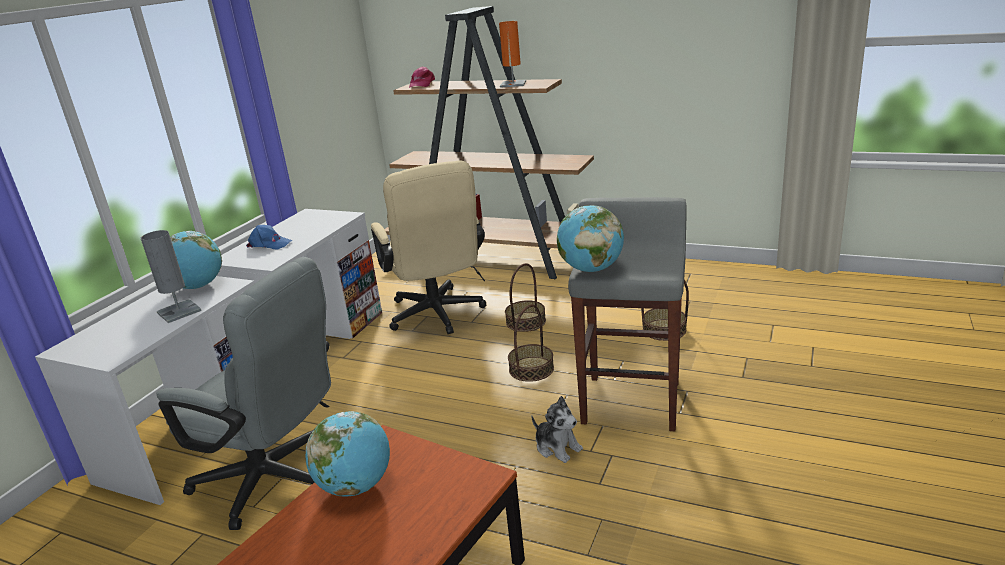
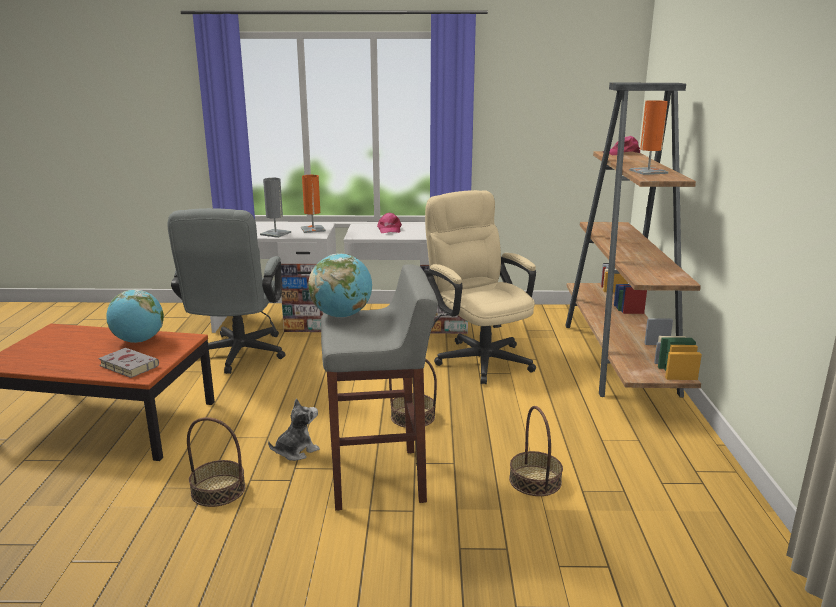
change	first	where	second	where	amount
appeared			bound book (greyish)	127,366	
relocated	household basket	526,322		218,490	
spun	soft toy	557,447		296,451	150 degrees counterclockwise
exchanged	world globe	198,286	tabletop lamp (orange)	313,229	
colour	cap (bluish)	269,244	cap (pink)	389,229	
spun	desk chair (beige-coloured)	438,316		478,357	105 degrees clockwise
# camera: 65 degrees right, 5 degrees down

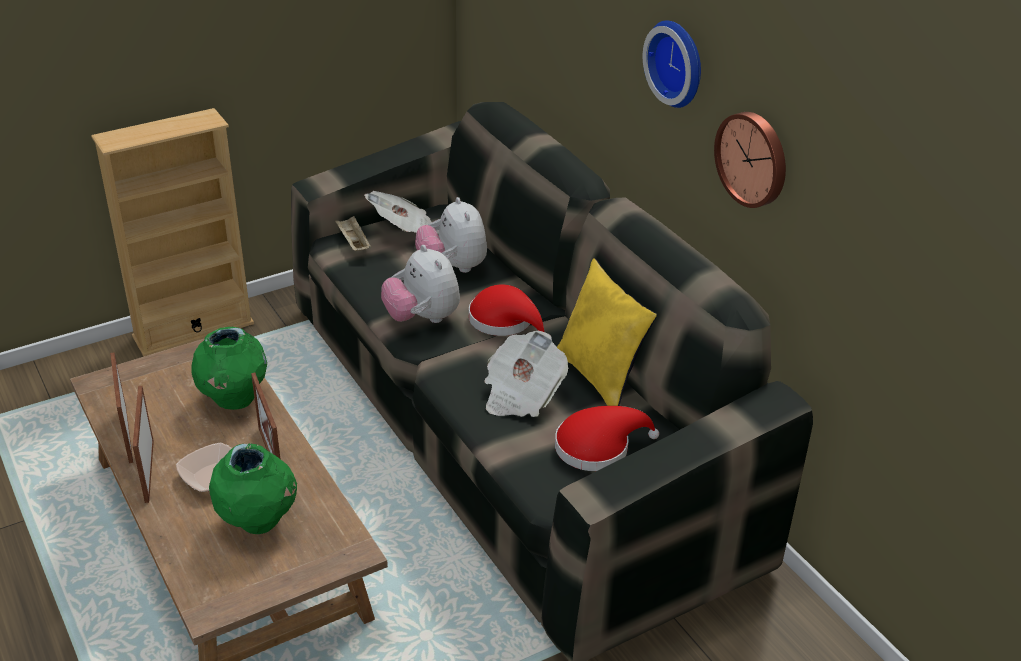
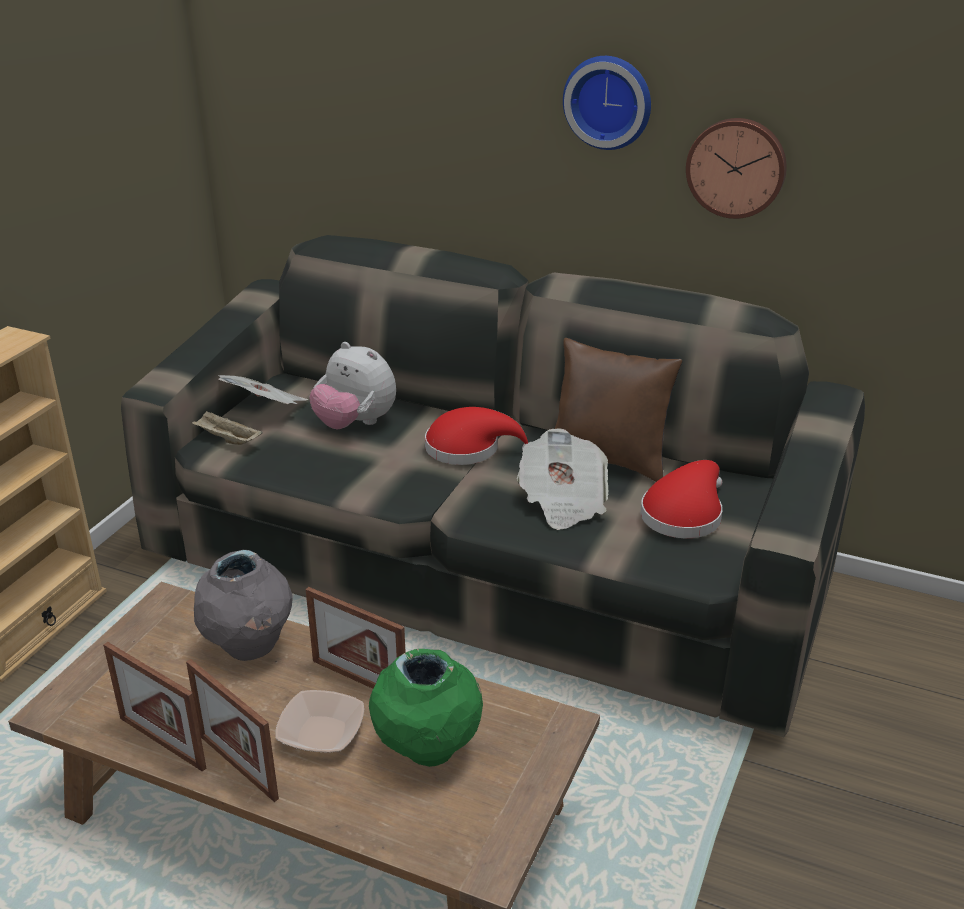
change	first	where	second	where	amount
colour	decorative vase (greenish)	234,400	decorative vase (greyish)	249,647	
colour	pillow (yellowish)	600,378	pillow (brown)	609,460	
missing	soft toy	422,318			
# camera: 35 degrees left, 5 degrees down

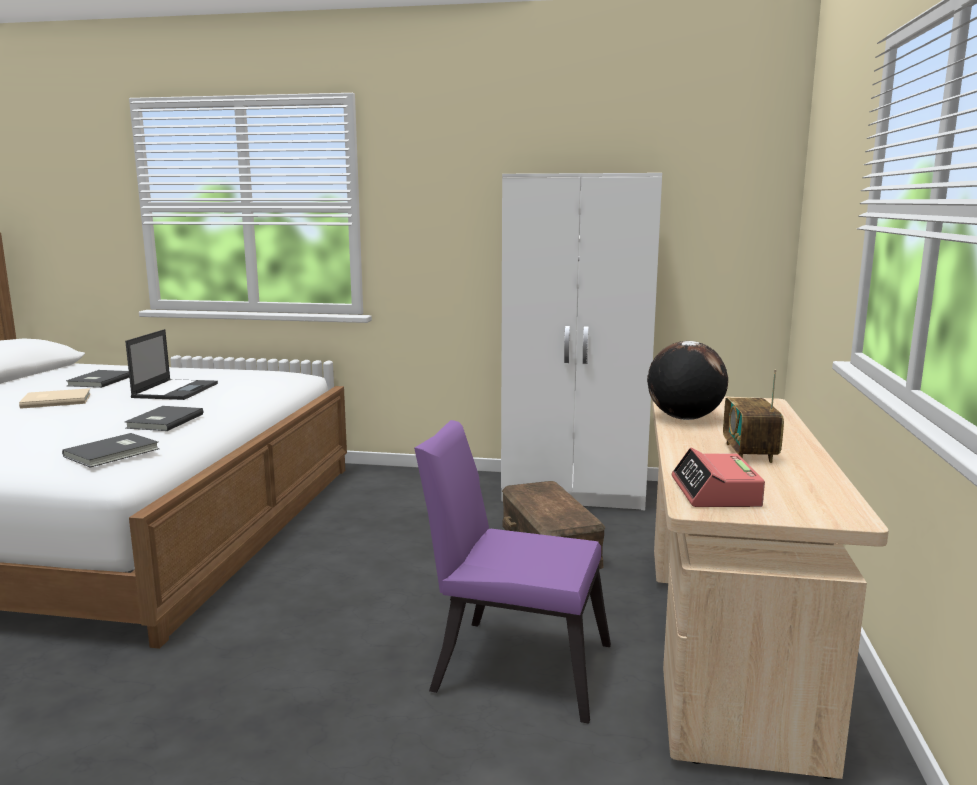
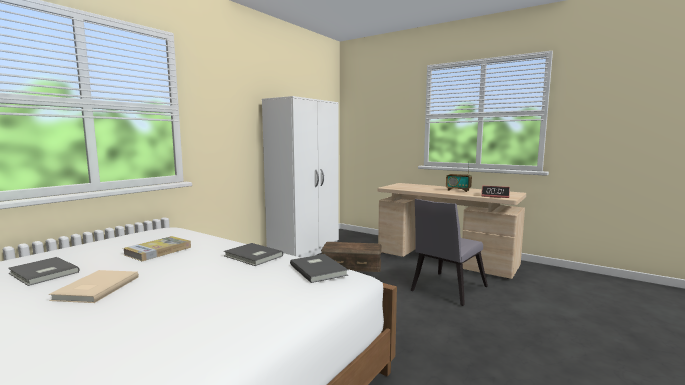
change	first	where	second	where	amount
exchanged	notebook computer	176,390	bound book	158,251	
colour	chair (purple-coloured)	512,664	chair (greyish)	446,290	
missing	world globe	684,418			
# camera: 65 degrees left, 5 degrees down

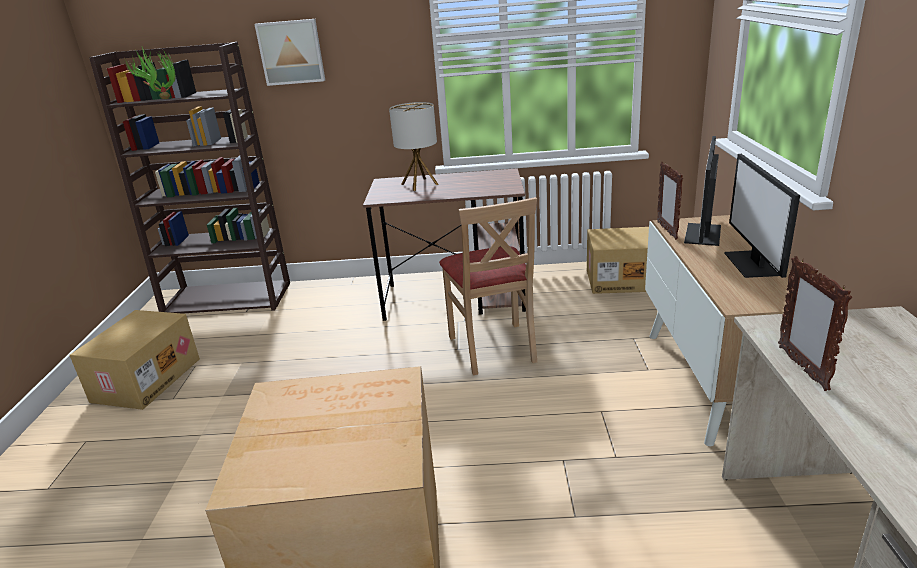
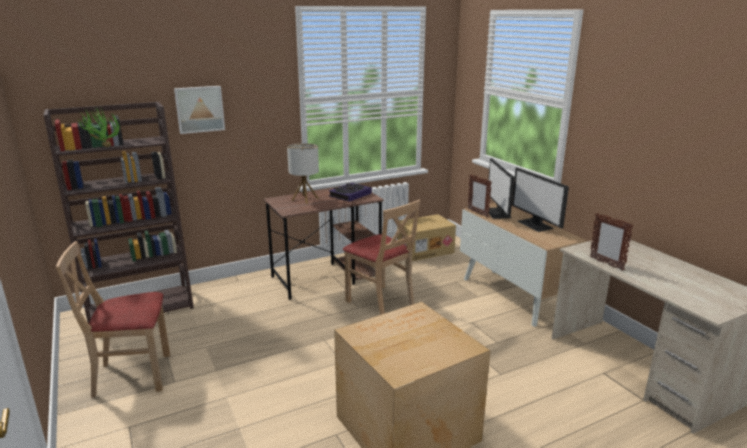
change	first	where	second	where	amount
exchanged	cardboard box	146,379	chair (beige-coloured)	132,375	
appeared			bound book	350,195	
# camera: 30 degrees left, 5 degrees down

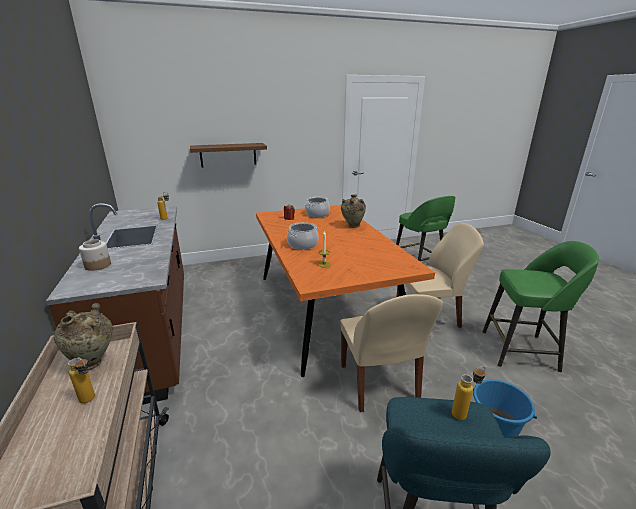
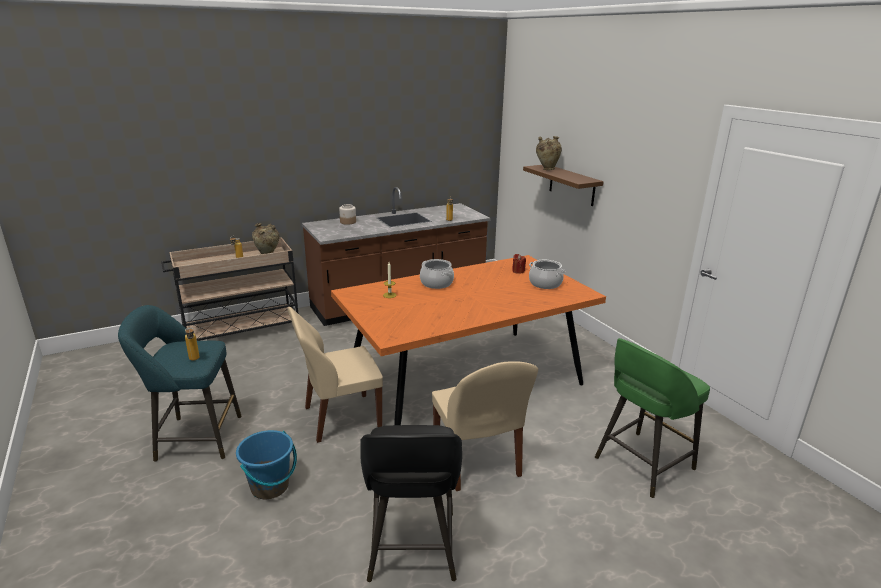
change	first	where	second	where	amount
colour	sitting stool (greenish)	521,351	sitting stool (blackish)	412,548	
relocated	decorative vase (beige-coloured)	352,226		547,169	
# camera: 80 degrees right, 0 degrees up

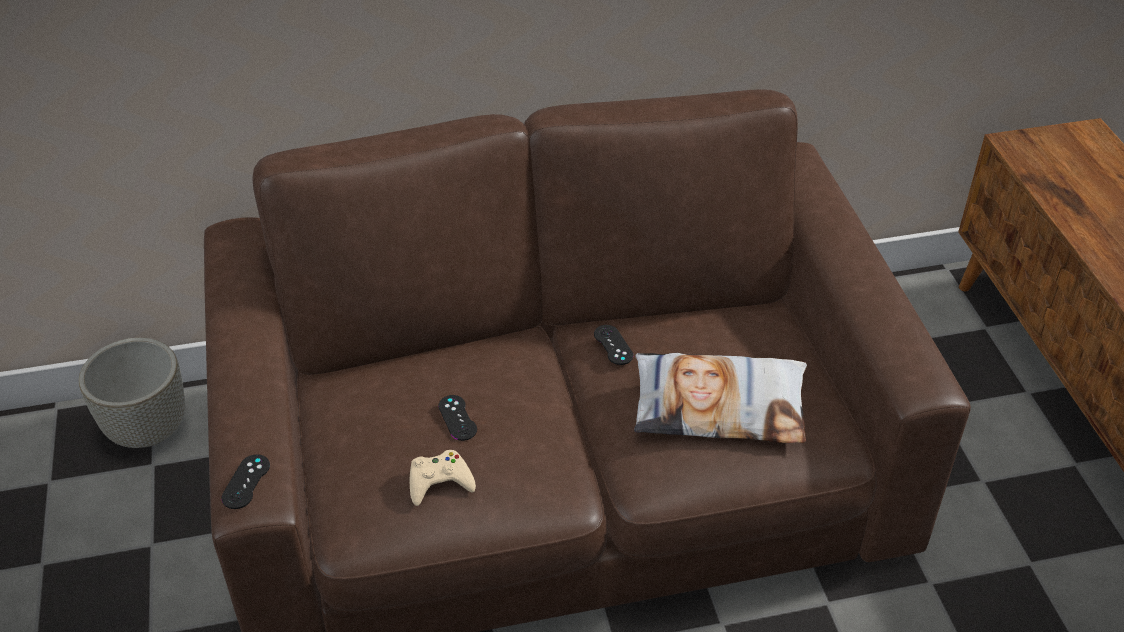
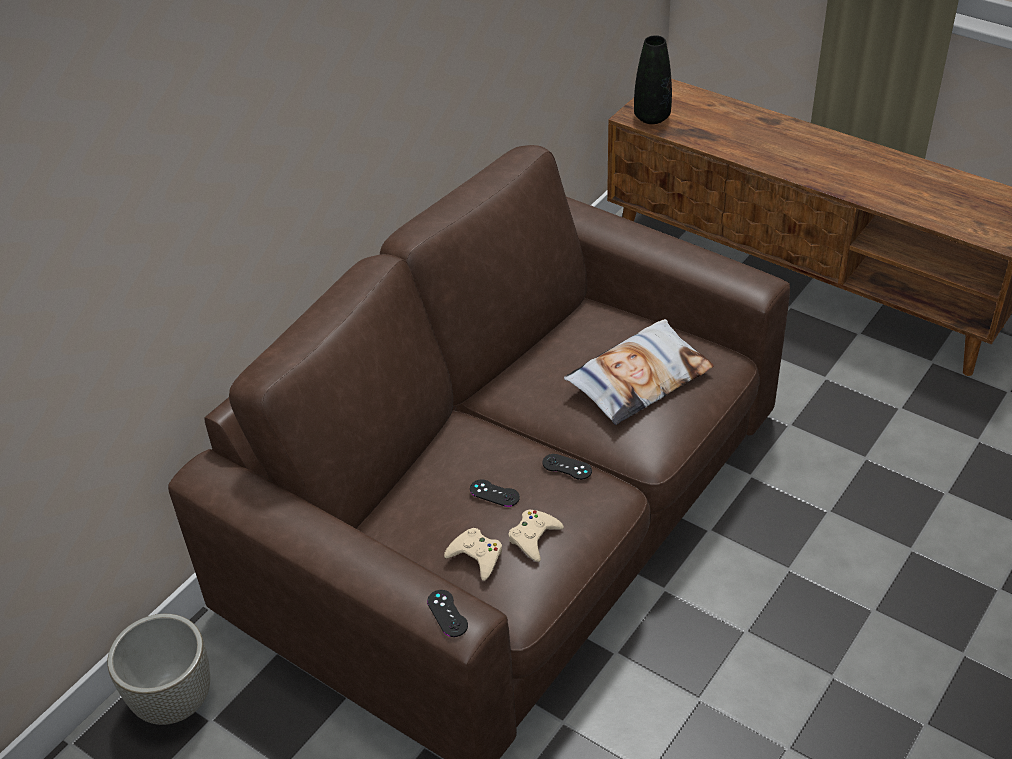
change	first	where	second	where	amount
appeared			gamepad (beige-coloured)	476,556	
relocated	gamepad (blackish)	613,345		567,467	
appeared			decorative vase (blackish)	652,117	
# camera: 40 degrees left, 0 degrees up

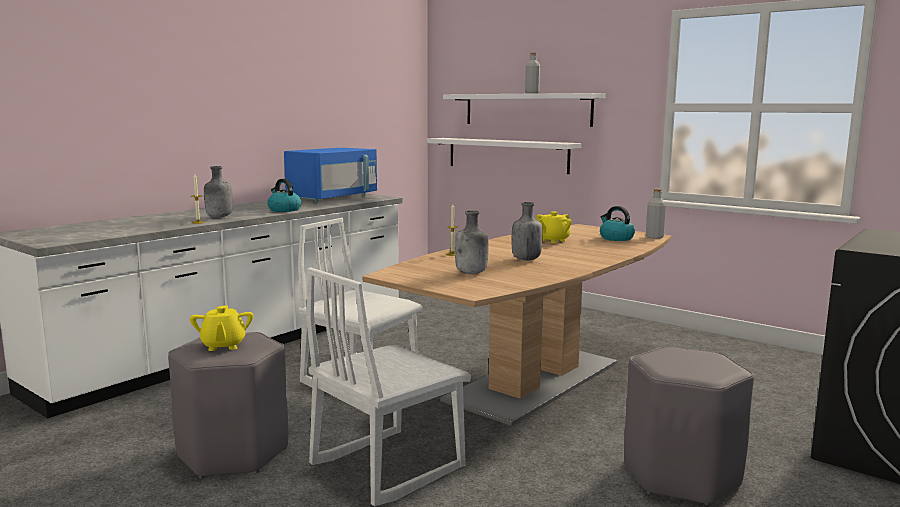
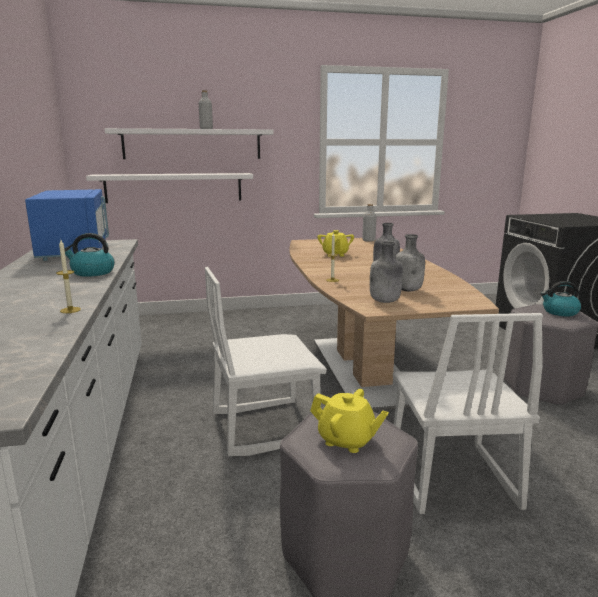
change	first	where	second	where	amount
relocated	drink bottle (greyish)	218,217		385,301	
relocated	kettle	616,238		559,312	
# camera: 50 degrees left, 5 degrees up

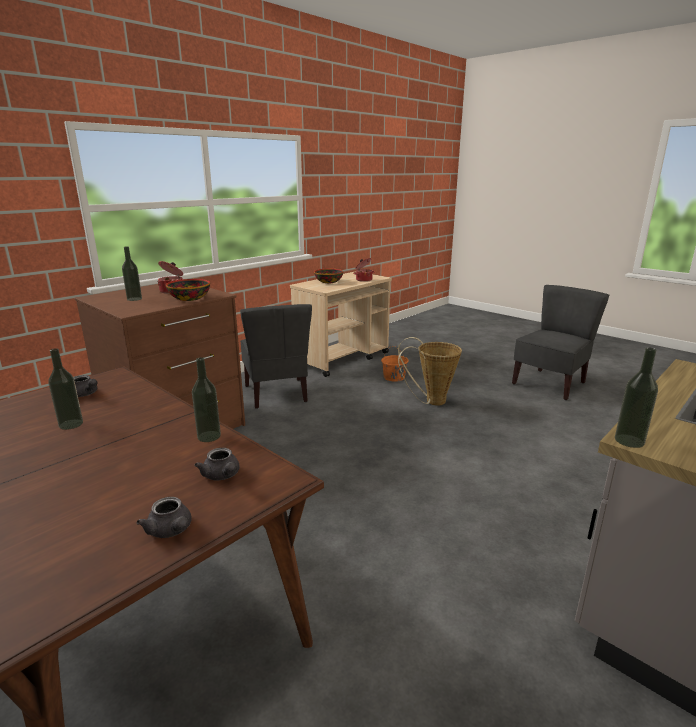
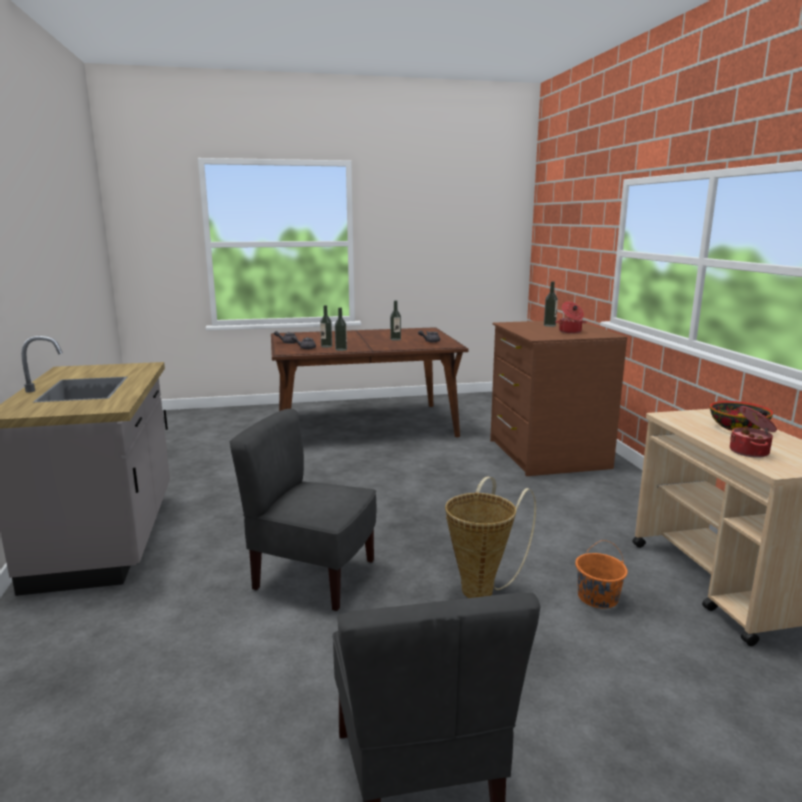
change	first	where	second	where	amount
relocated	chair (greyish)	277,394		313,576	
relocated	drink bottle	629,441		326,346	
missing	deep dish	190,298			
# camera: 125 degrees right, 5 degrees down

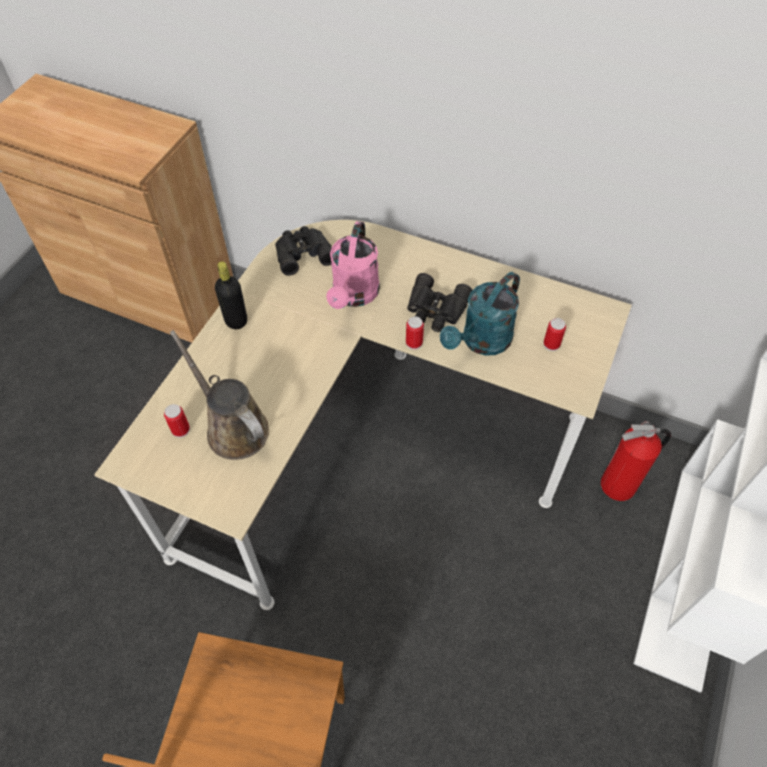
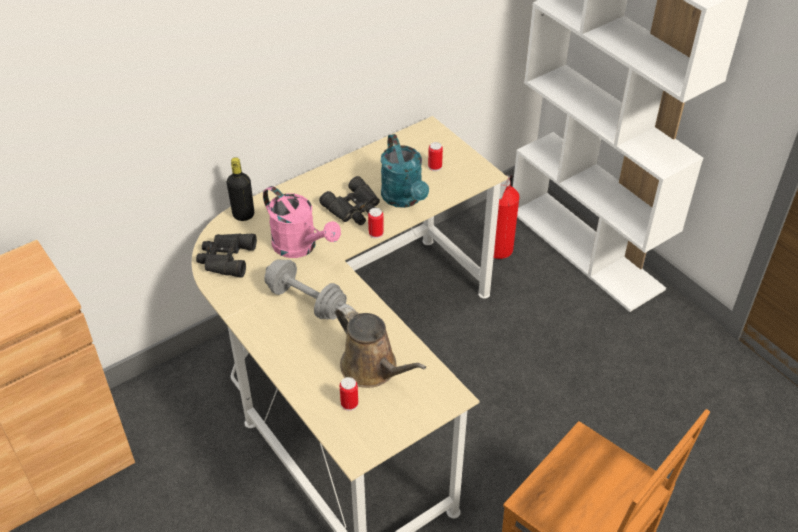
change	first	where	second	where	amount
relocated	drink bottle (blackish)	236,321		243,215	
appeared			dumbbell (greyish)	306,301	
spun	watering can (brown)	233,427		373,369	120 degrees counterclockwise
# camera: 60 degrees left, 10 degrees down

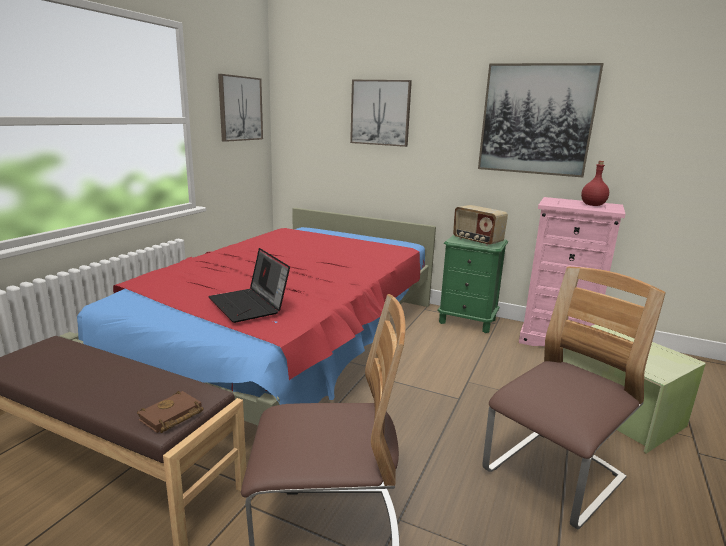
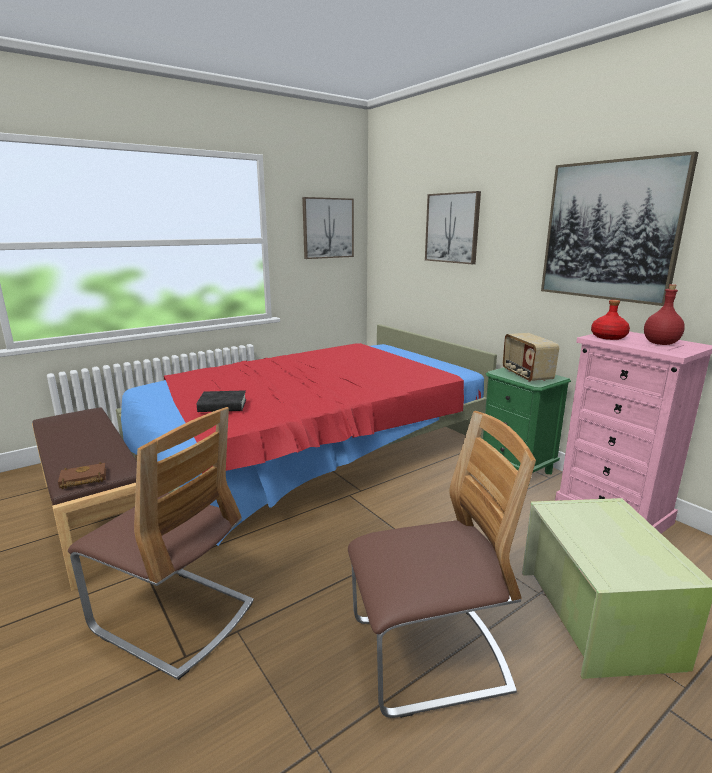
change	first	where	second	where	amount
exchanged	notebook computer	250,305	bound book (blackish)	222,406	
appeared			drink bottle (red-coloured)	608,337	
# camera: 30 degrees right, 0 degrees up

